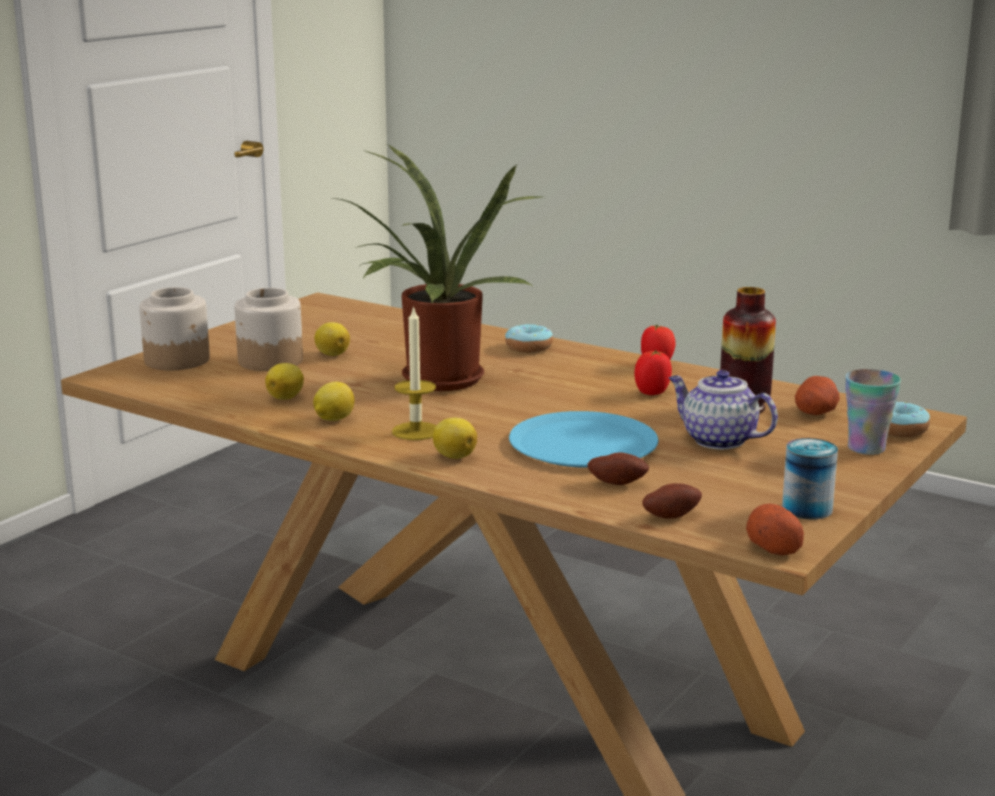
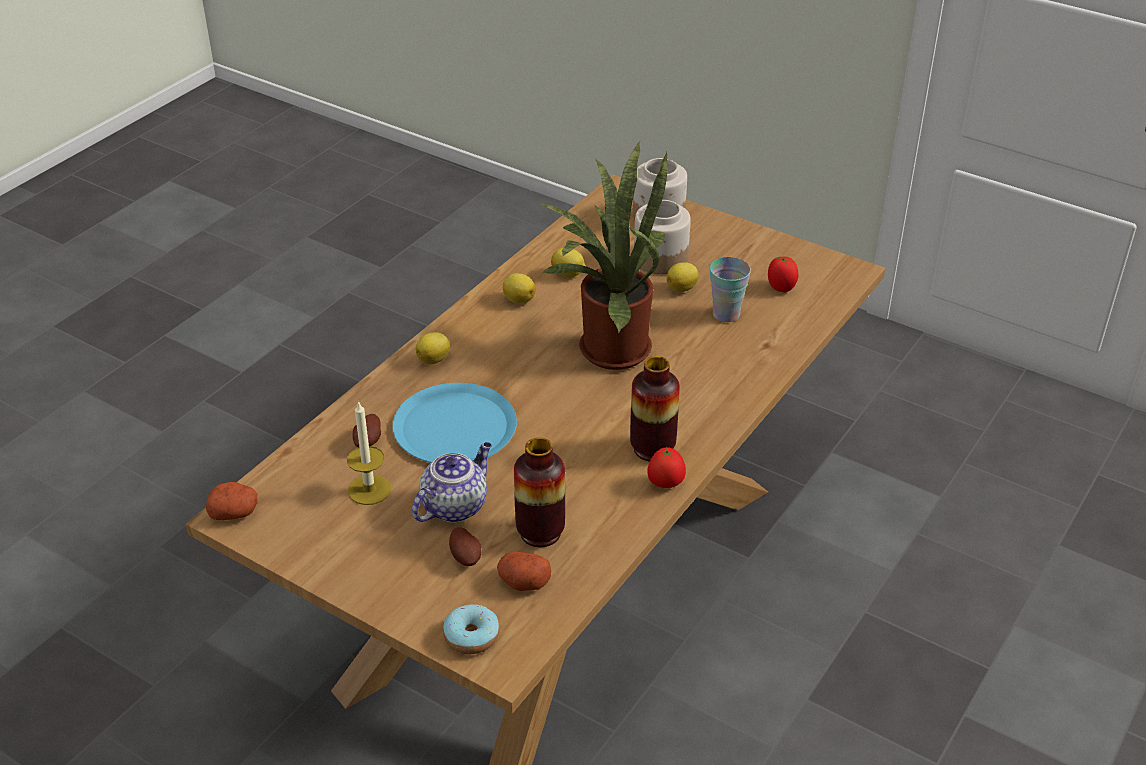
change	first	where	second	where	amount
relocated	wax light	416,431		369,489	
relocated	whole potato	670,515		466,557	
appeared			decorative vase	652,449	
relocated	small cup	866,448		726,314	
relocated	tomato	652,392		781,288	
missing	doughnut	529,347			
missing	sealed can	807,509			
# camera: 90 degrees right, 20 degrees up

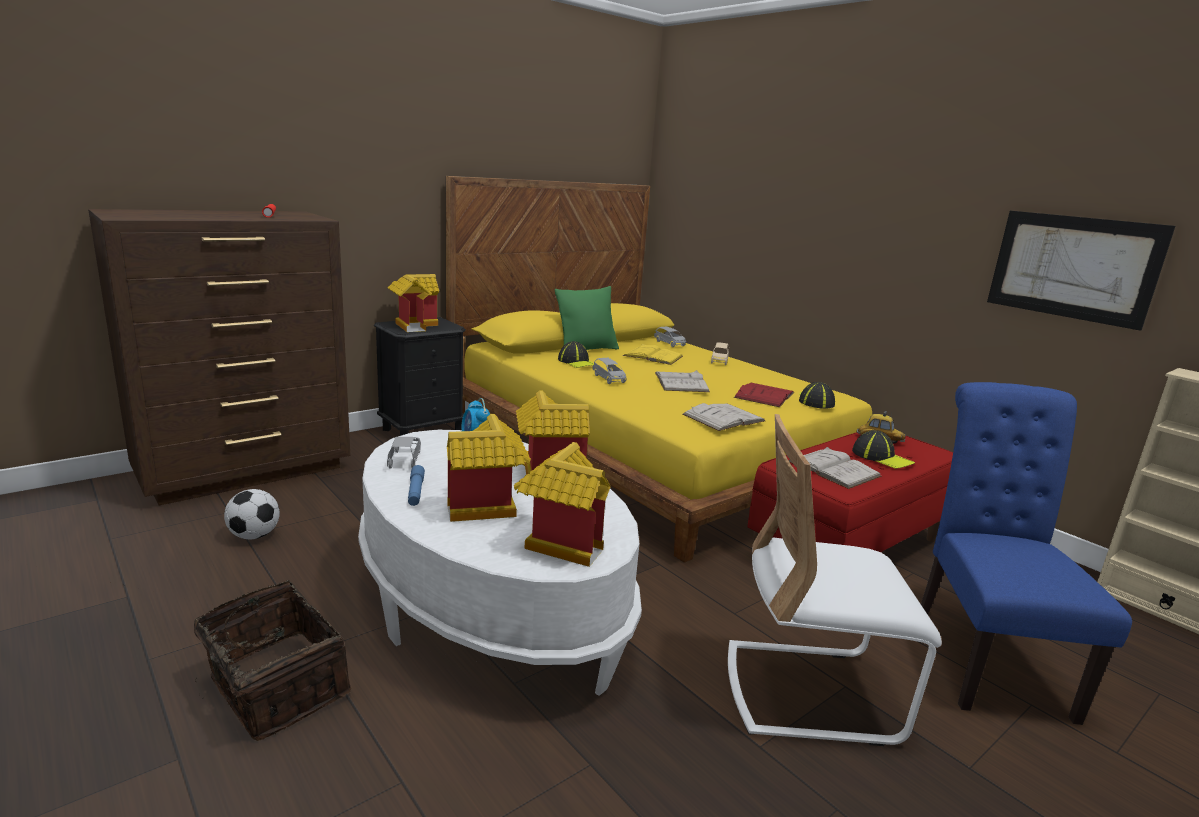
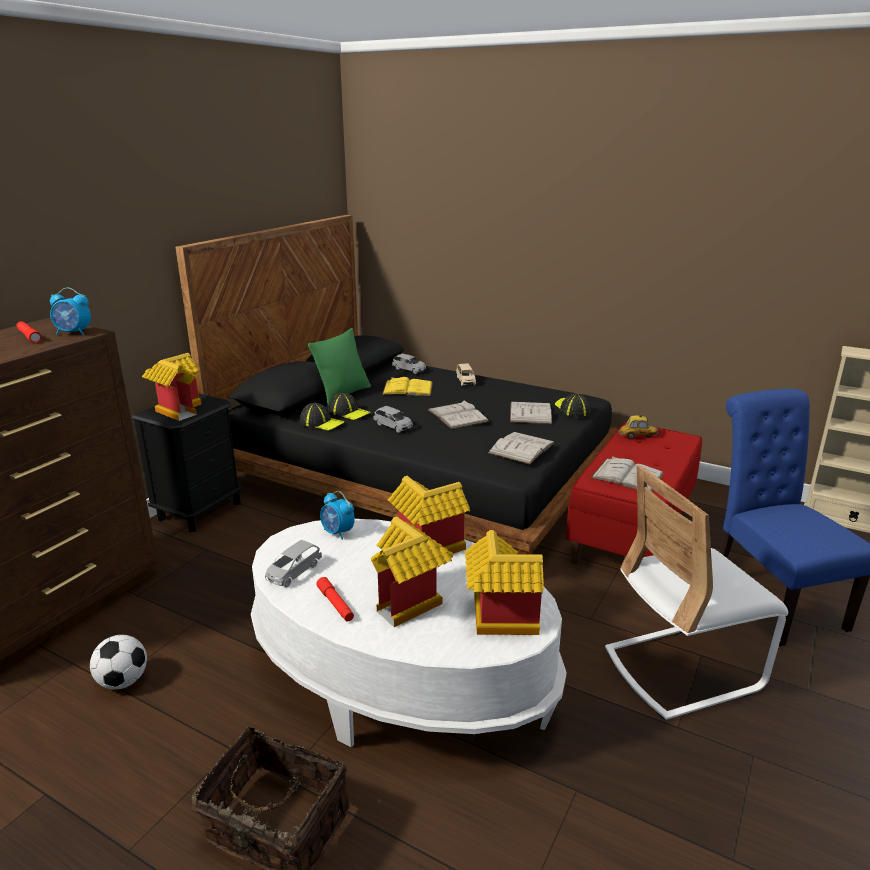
change	first	where	second	where	amount
appeared			table clock	74,333	
colour	bed (yellowish)	648,449	bed (blackish)	421,475	
spun	model car (greyish)	404,460		293,572	120 degrees counterclockwise
relocated	cap	882,457		321,423	
colour	torch (bluish)	416,491	torch (red-coloured)	335,604	
colour	bound book (red-coloured)	764,395	bound book (whitish)	530,413	
missing	wall art	1072,267			
# camera: 20 degrees left, 5 degrees up

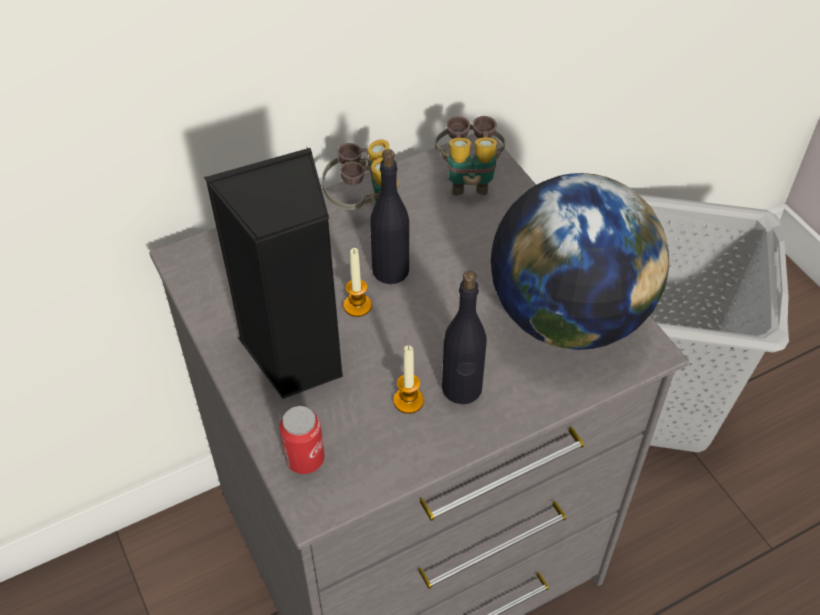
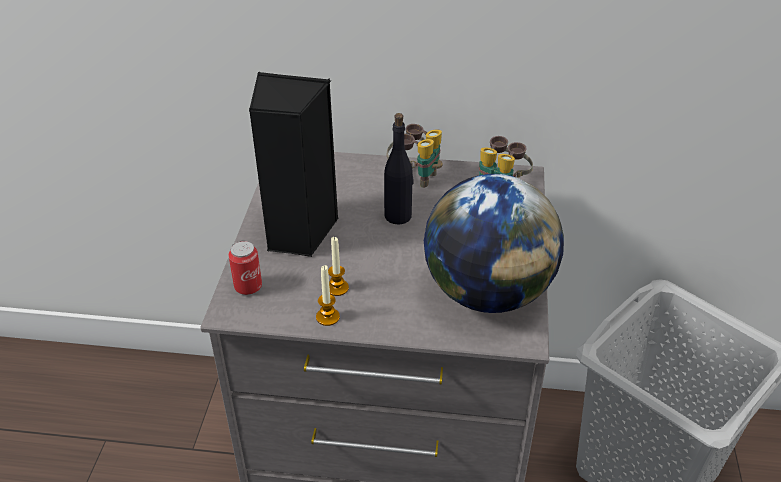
change	first	where	second	where	amount
relocated	wax light	357,306		327,317	
missing	drink bottle (blackish)	462,389			
# camera: 35 degrees right, 10 degrees down

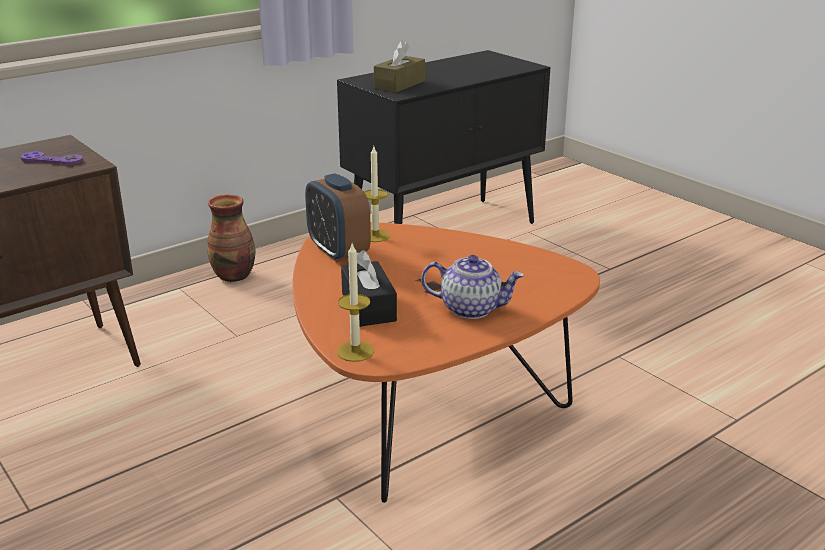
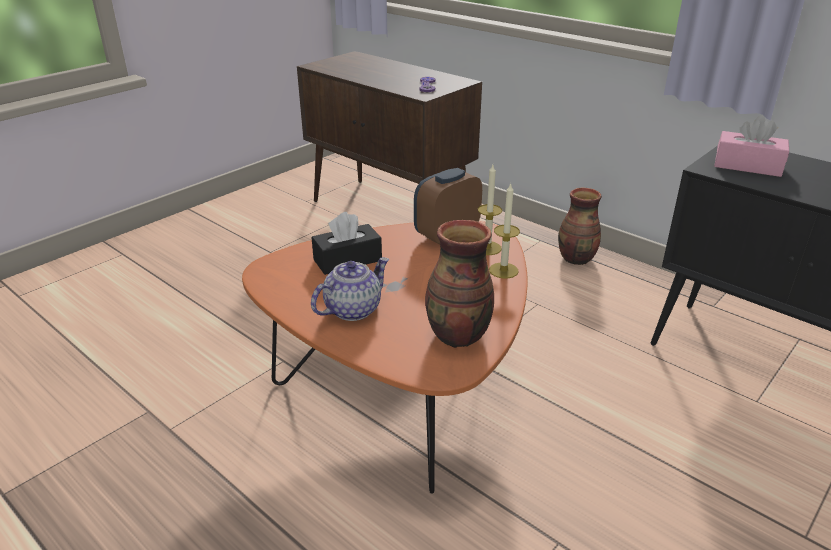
change	first	where	second	where	amount
spun	teapot	471,308		352,309	135 degrees counterclockwise
appeared			decorative vase	457,336	
relocated	wax light	355,351		503,270	
colour	tissue holder (brown)	399,84	tissue holder (pink)	747,166	
# camera: 80 degrees right, 5 degrees up

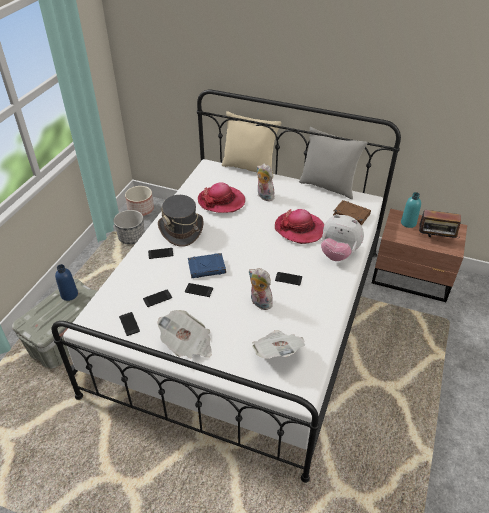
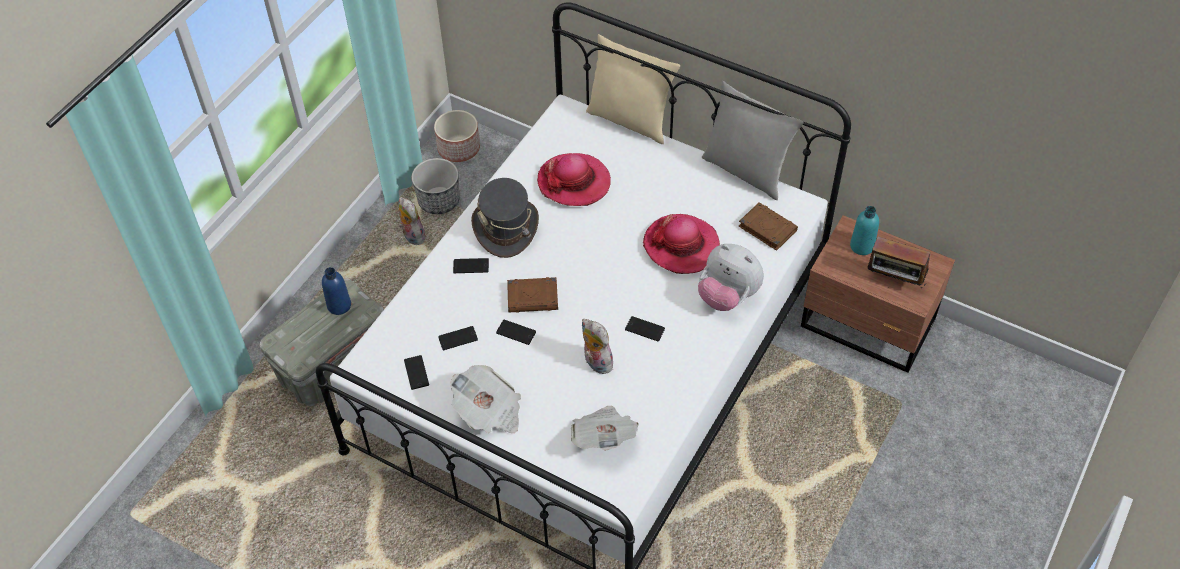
change	first	where	second	where	amount
relocated	soft toy	264,196		412,236	
colour	bound book (bluish)	207,268	bound book (brown)	533,297	
# camera: 10 degrees right, 10 degrees up

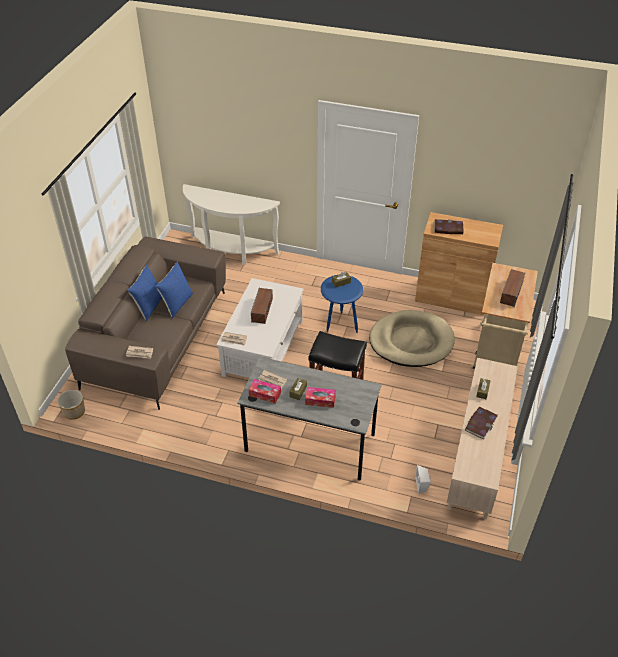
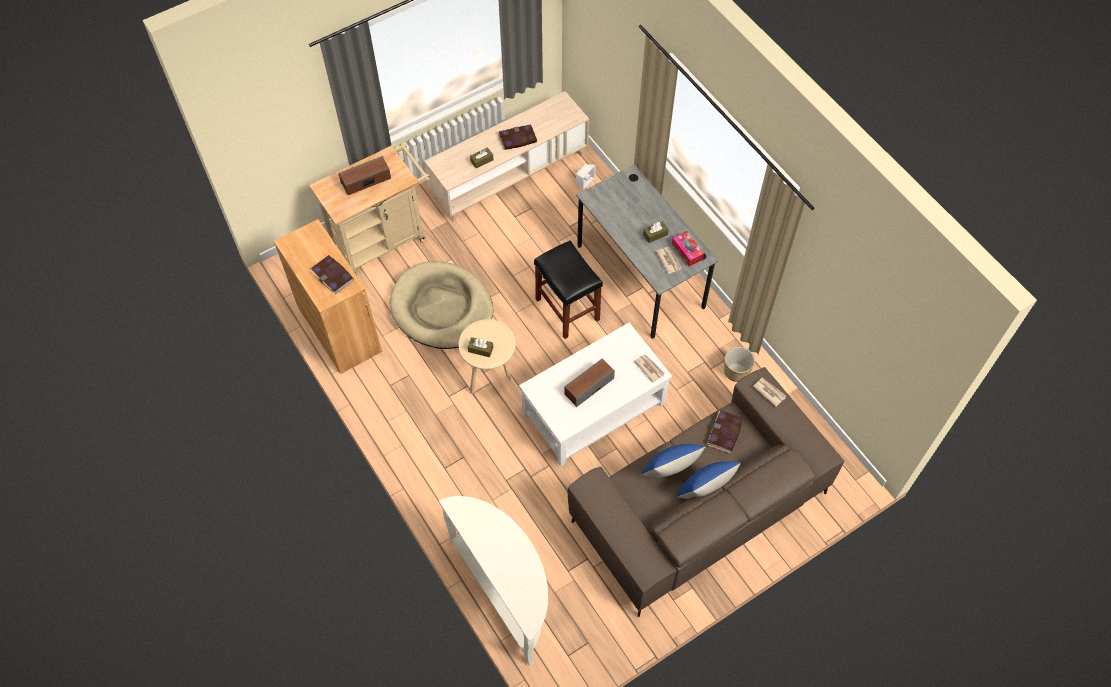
change	first	where	second	where	amount
colour	side table (bluish)	340,326	side table (beige-coloured)	490,377	
appeared			bound book	725,432	
relocated	plant pot	74,411		736,371	
missing	tissue holder	320,400			
# camera: 140 degrees left, 15 degrees up

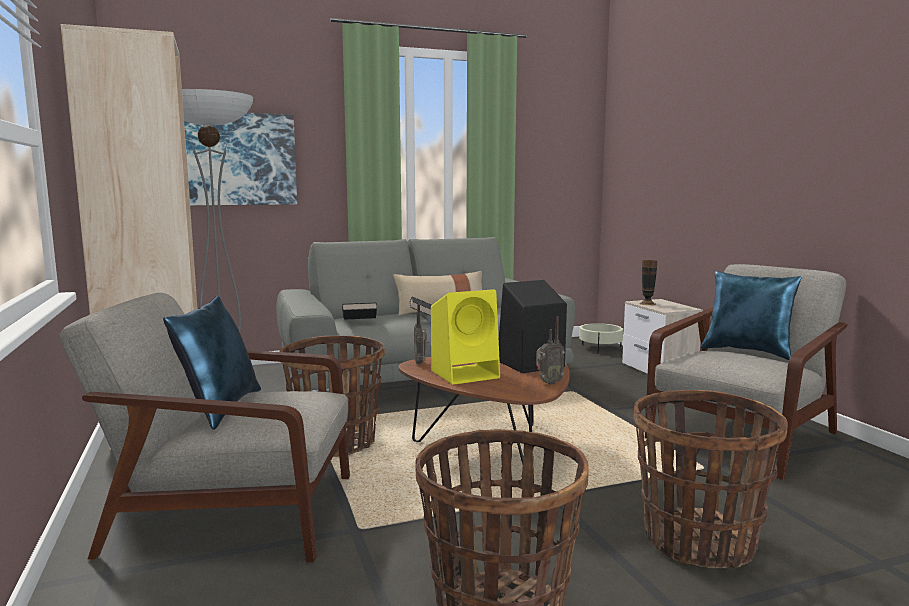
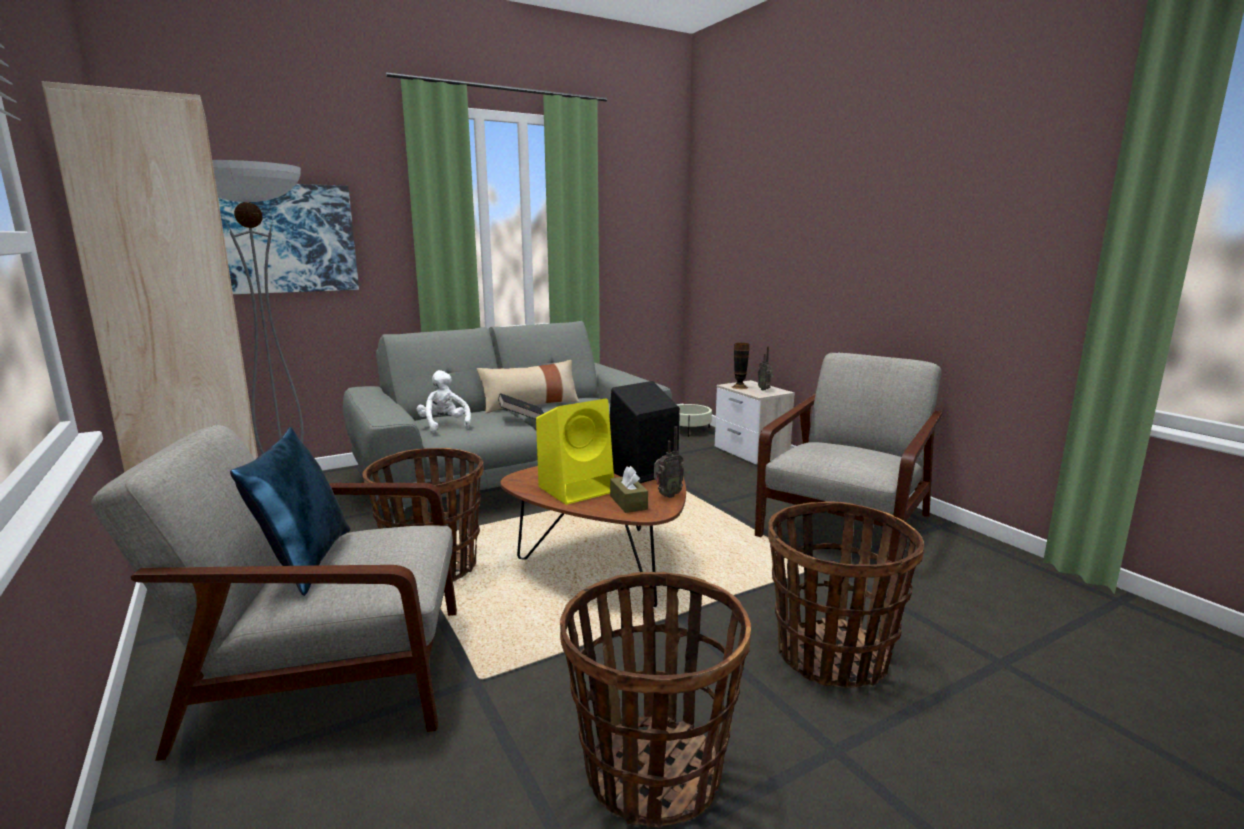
change	first	where	second	where	amount
exchanged	bound book (blackish)	359,322	soft toy (whitish)	444,425	
appeared			tissue holder (brown)	628,502	
relocated	radio set	421,363		764,389	
missing	pillow (bluish)	748,352			
# camera: 10 degrees left, 5 degrees up

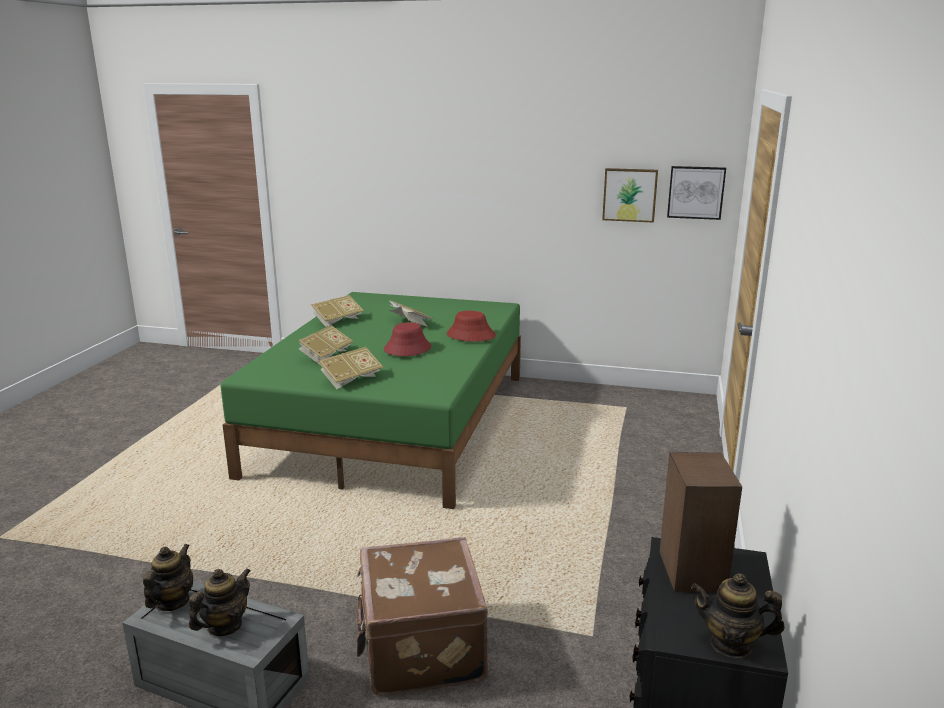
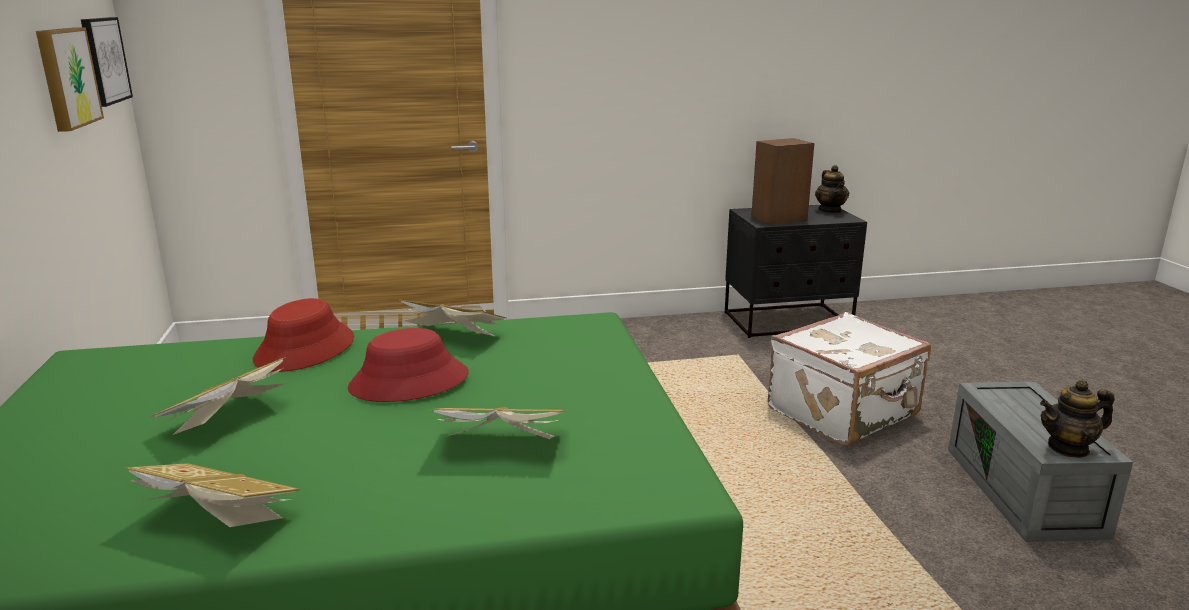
change	first	where	second	where	amount
relocated	bound book	351,380		453,337	
colour	suitcase (brown)	419,648	suitcase (whitish)	845,413	
missing	teapot	224,626			
# camera: 115 degrees left, 0 degrees up

